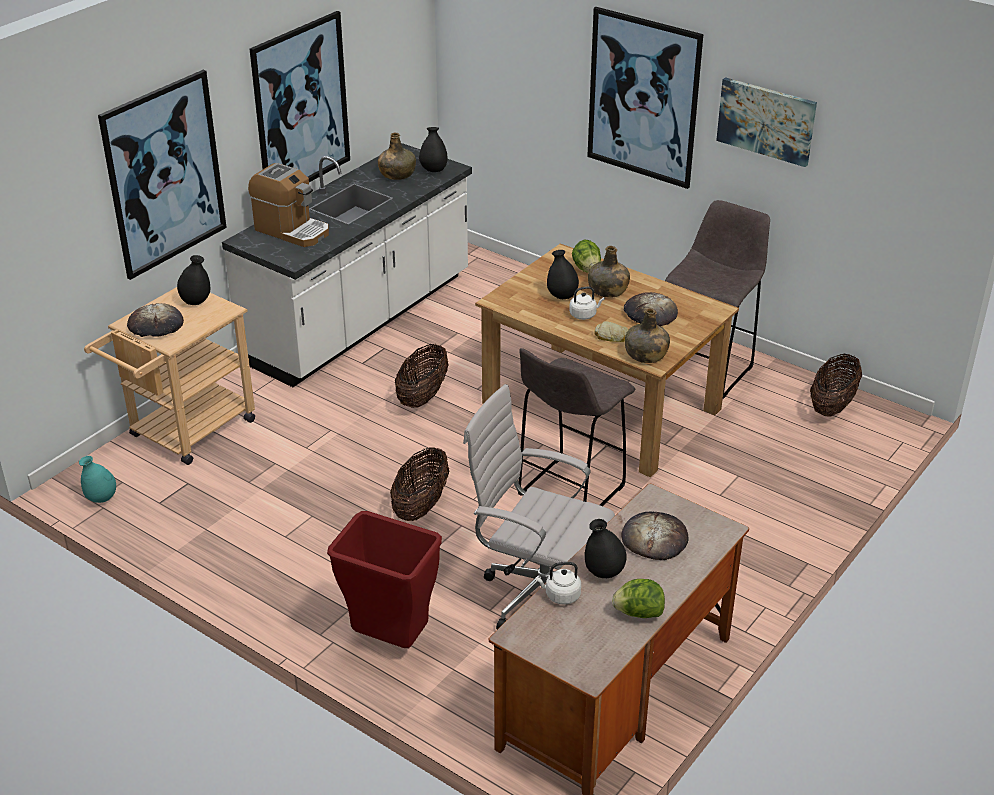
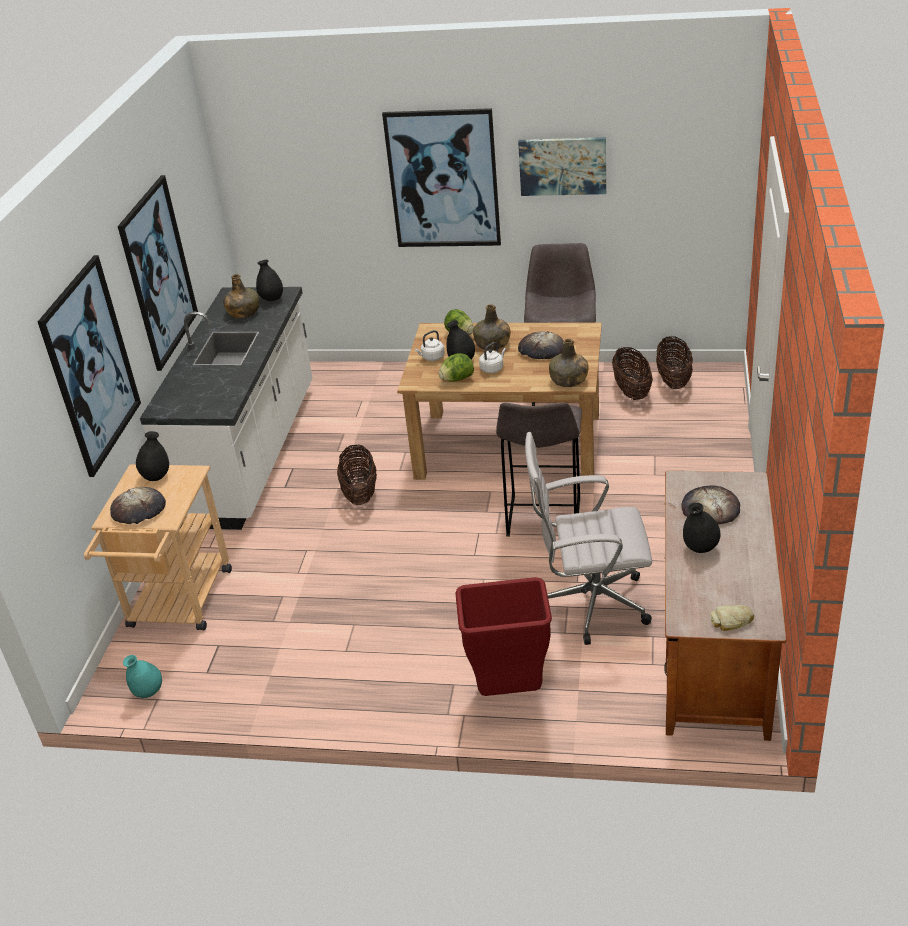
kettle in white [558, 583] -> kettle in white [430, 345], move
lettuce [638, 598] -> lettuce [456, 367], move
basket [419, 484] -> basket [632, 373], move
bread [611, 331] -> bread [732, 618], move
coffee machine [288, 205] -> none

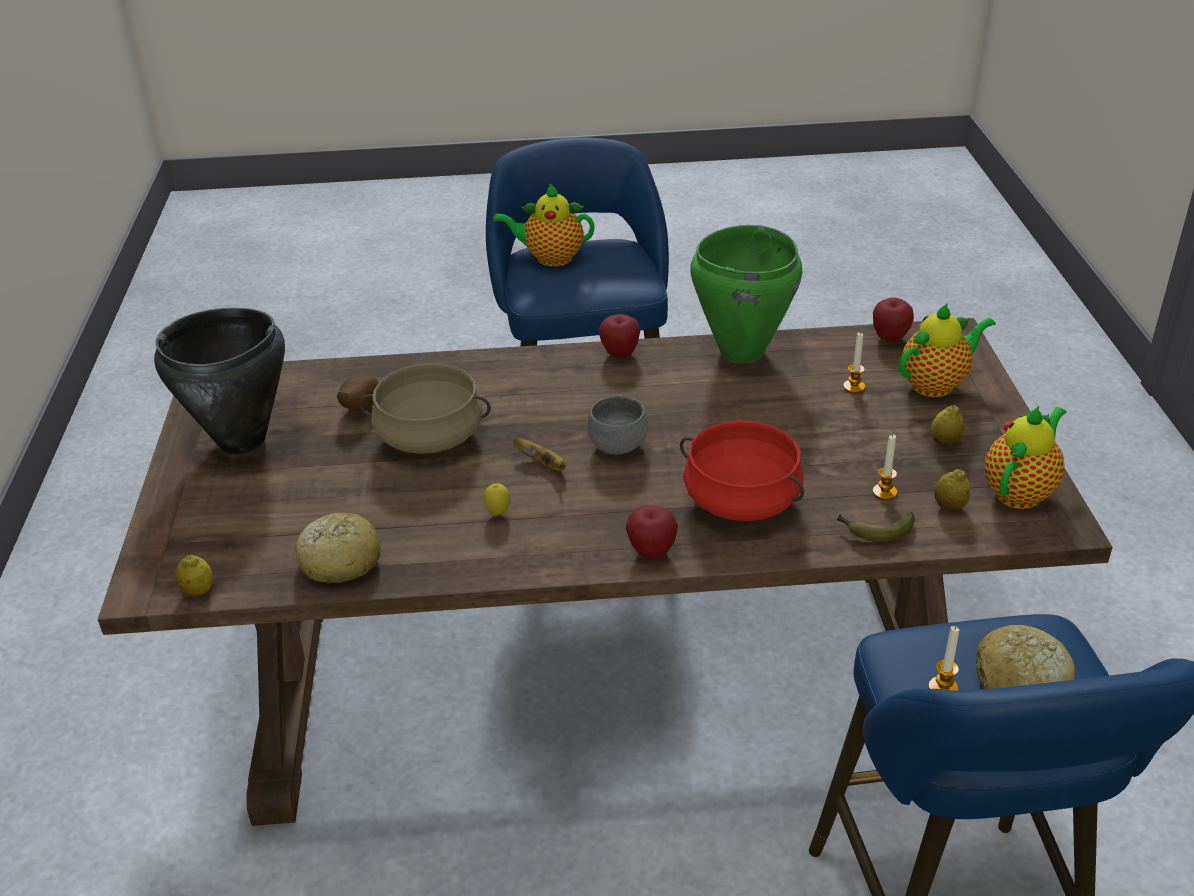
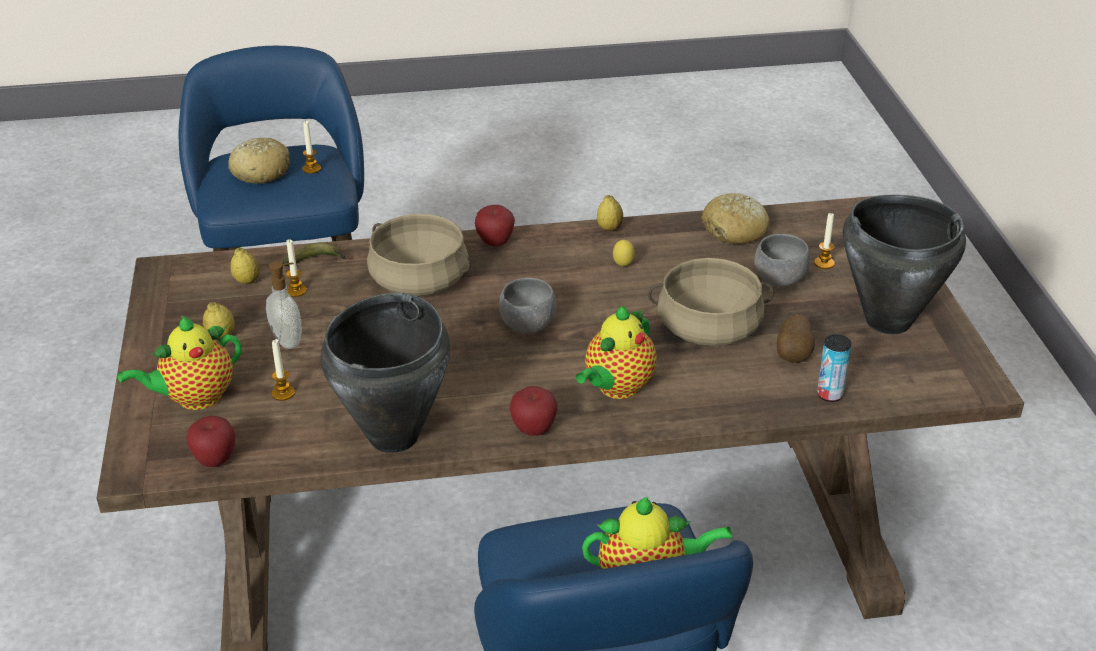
none -> soap dispenser [284, 305]
cooking pot in green [746, 294] -> cooking pot in black [385, 373]
cooking pot in red [742, 470] -> cooking pot in beige [419, 255]
teapot [1026, 457] -> teapot [616, 352], move
lemon [194, 576] -> lemon [610, 213], move
none -> bowl in grey [782, 260]
none -> candle [824, 241]
none -> can [834, 368]
banana [540, 454] -> none

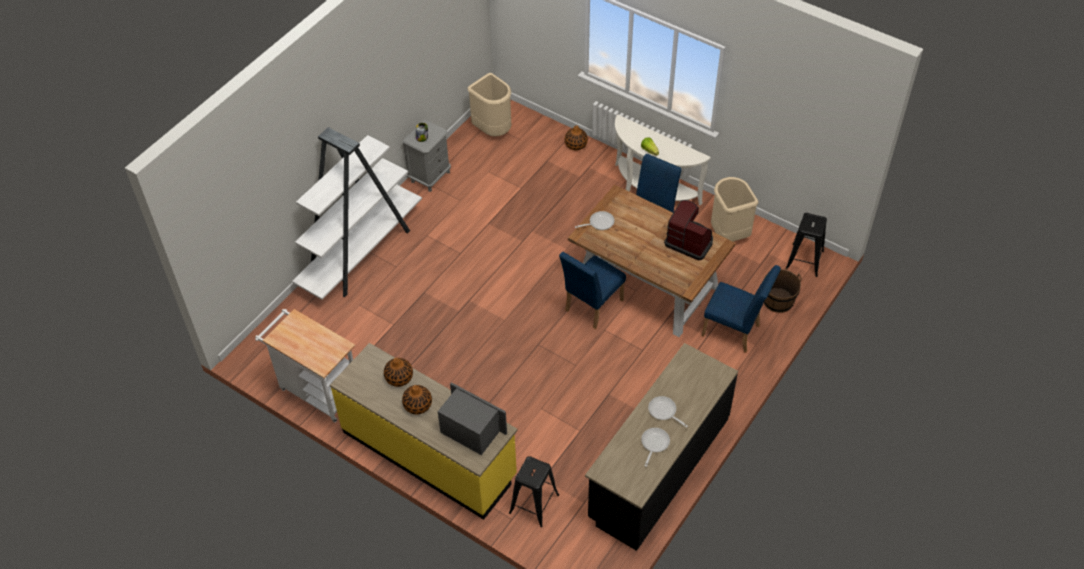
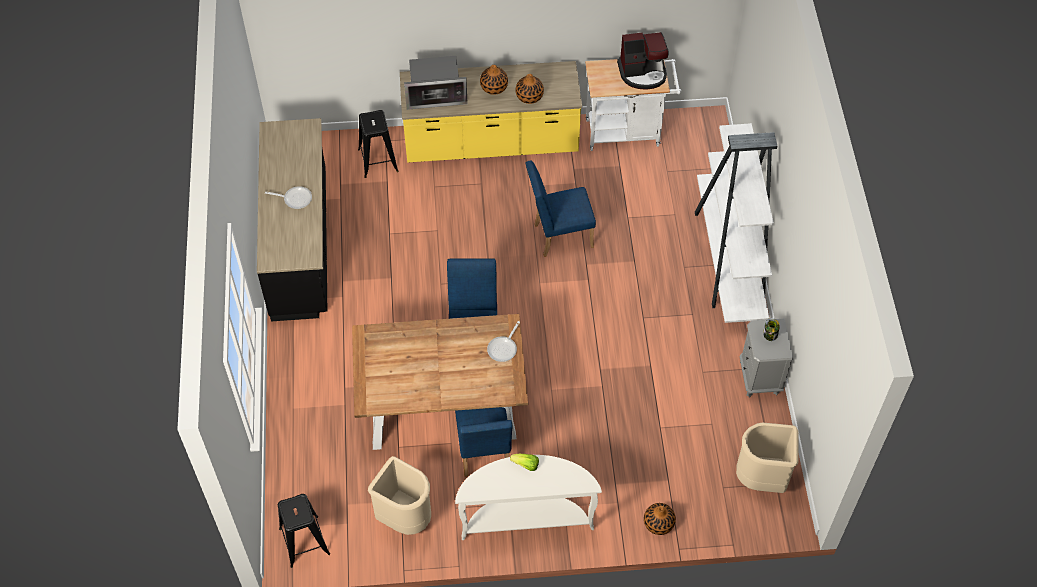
chair in blue [741, 309] -> chair in blue [560, 208], move
coffee machine [688, 230] -> coffee machine [643, 61], move
frying pan [655, 447] -> none
bucket in brown [782, 291] -> none

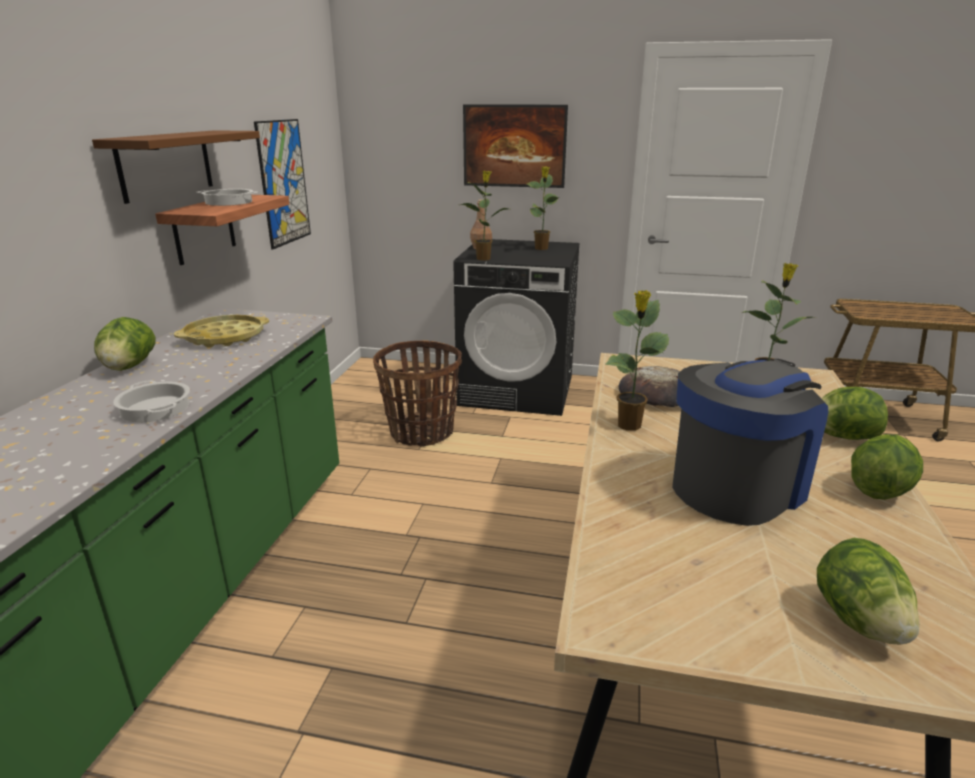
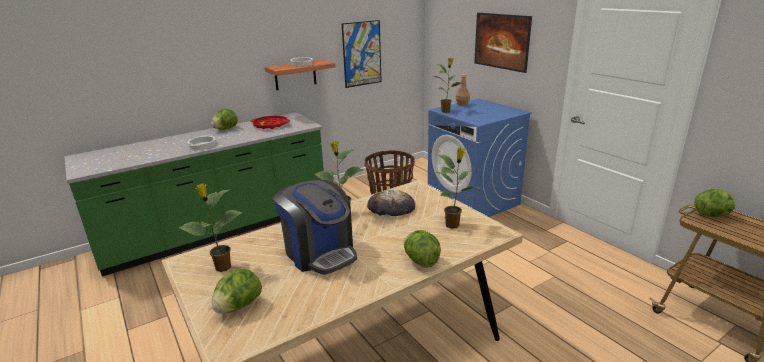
potted plant [543, 208] -> potted plant [210, 227], move
tray in yellow [221, 331] -> tray in red [270, 122]
coffee machine [750, 442] -> coffee machine [315, 227], 45 degrees clockwise
washing machine in black [516, 327] -> washing machine in blue [480, 157]
lettuce [887, 467] -> lettuce [715, 203], move
shelf in brown [176, 167] -> none

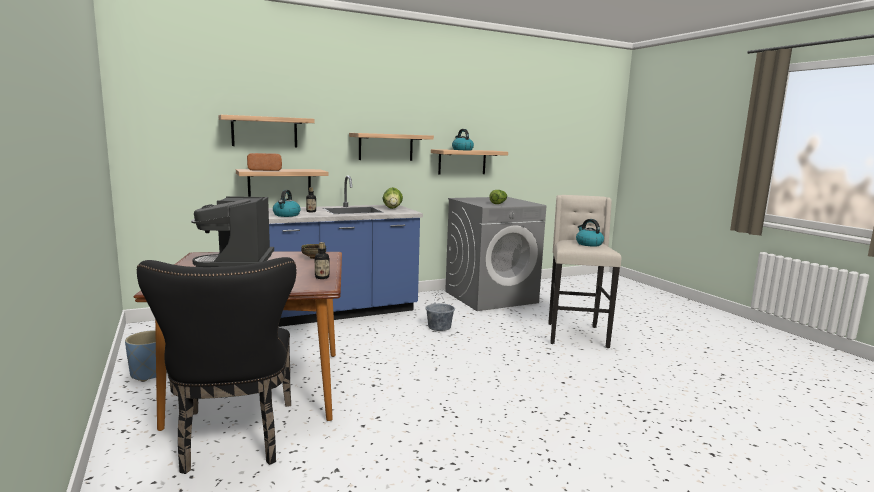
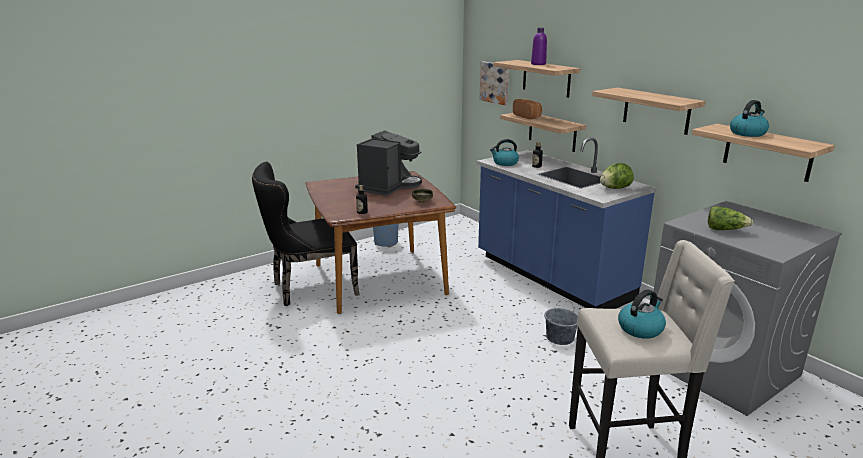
coffee machine [232, 231] -> coffee machine [388, 163], 135 degrees clockwise
none -> picture [494, 83]
none -> bottle in purple [539, 46]

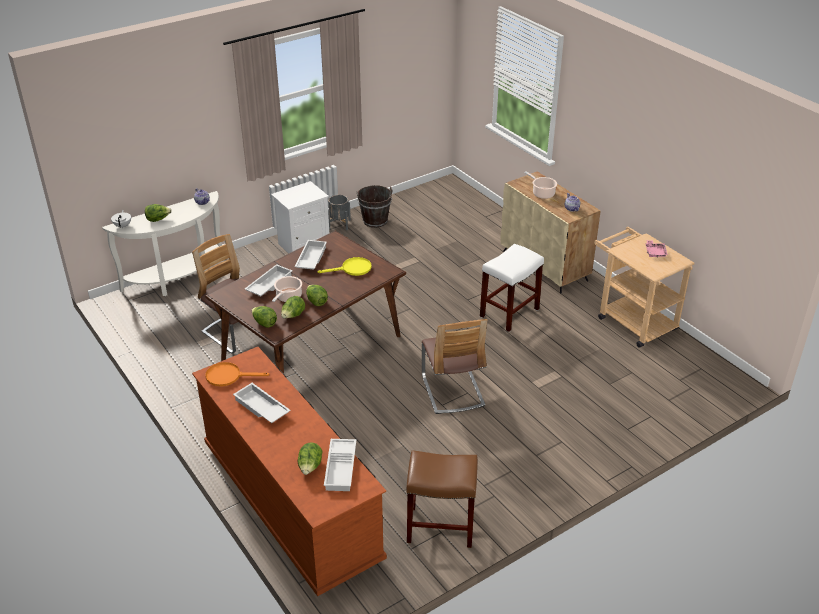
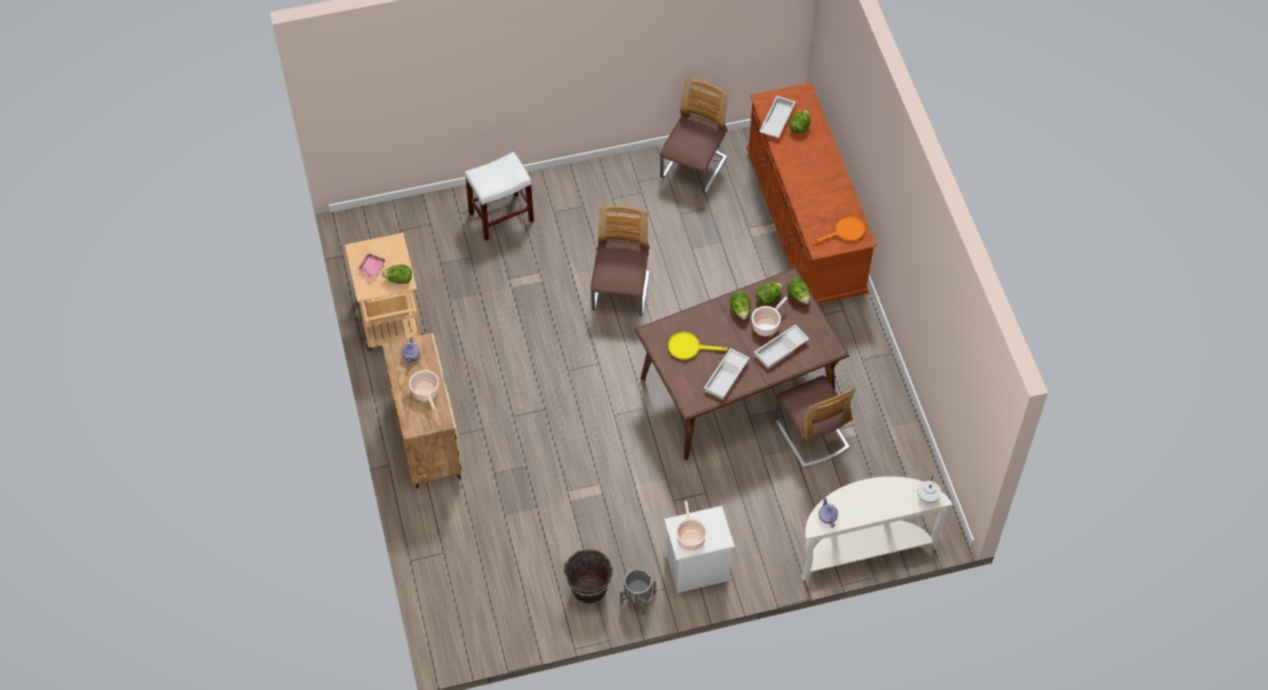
lettuce [158, 213] -> lettuce [397, 274], move
stool in white [512, 288] -> stool in white [499, 196], move
stool in brown [442, 499] -> chair [694, 136]
none -> cooking pot [691, 526]
frying pan in orange [238, 374] -> frying pan in orange [839, 229], 45 degrees counterclockwise
tray in white [262, 403] -> none

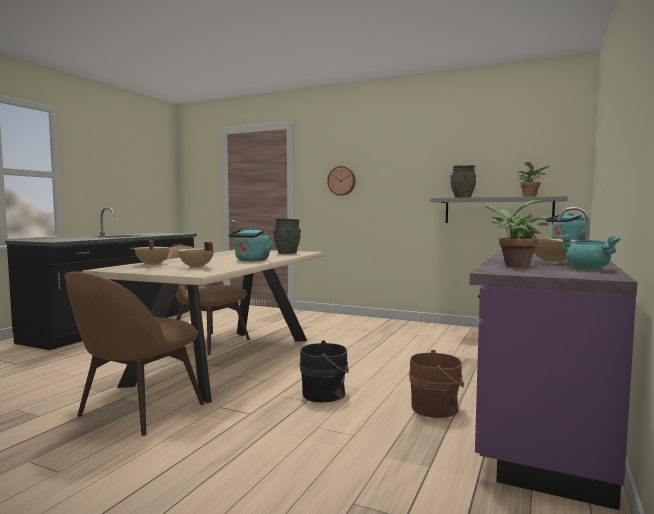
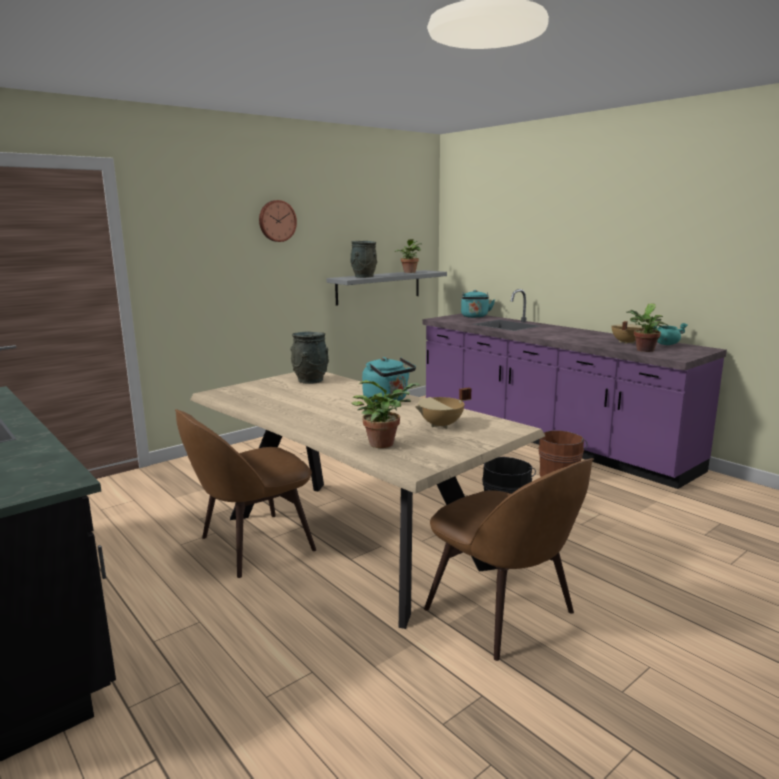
wall clock [341, 181] -> wall clock [278, 221], move
cooking pot in beige [152, 253] -> potted plant [386, 414]

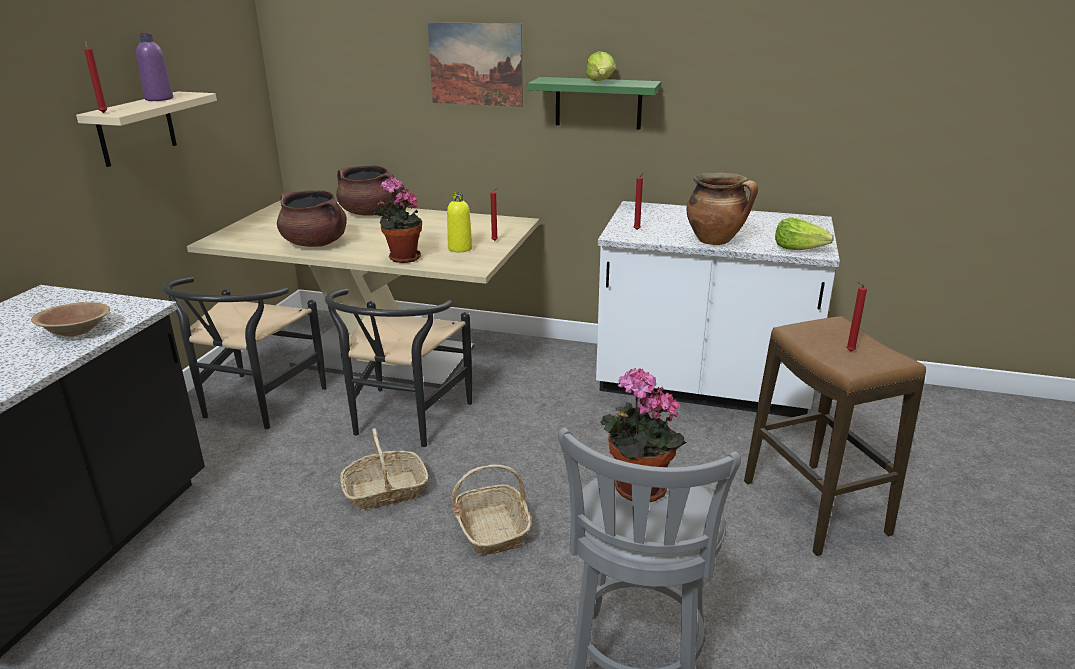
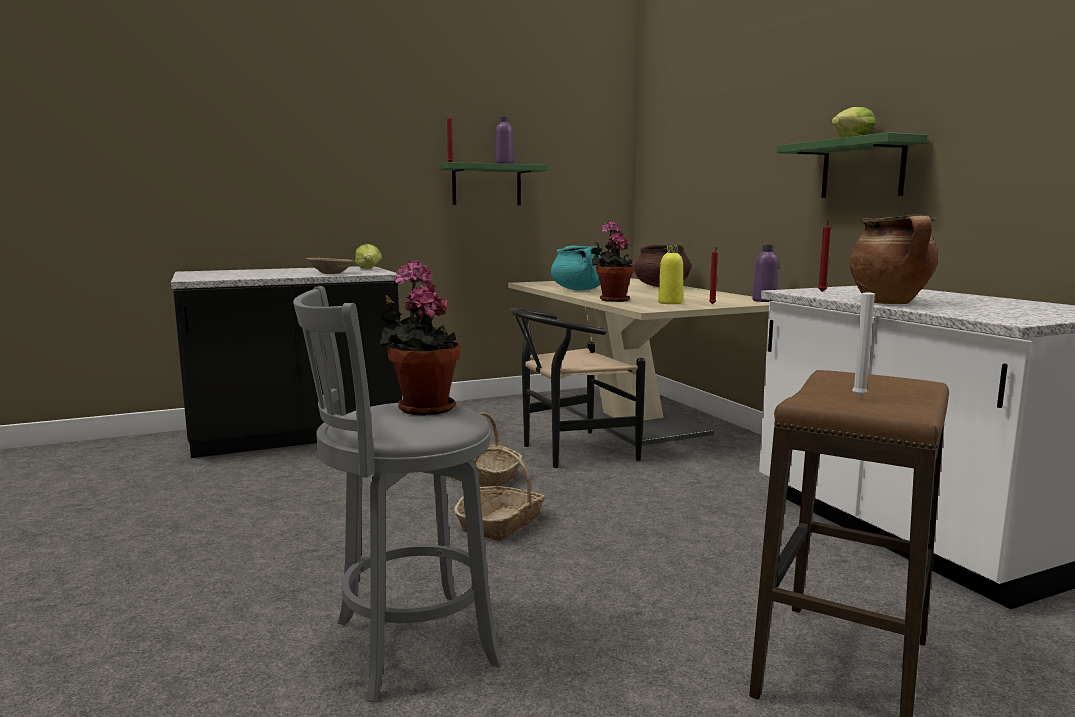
lettuce [804, 234] -> lettuce [368, 256], move
shelf in beige [146, 129] -> shelf in green [492, 183]
cooking pot in brown [312, 218] -> cooking pot in turquoise [576, 268]
none -> bottle in purple [765, 273]
candle in red [856, 317] -> candle in white [863, 339]
chair in black [244, 352] -> none
picture [475, 64] -> none

